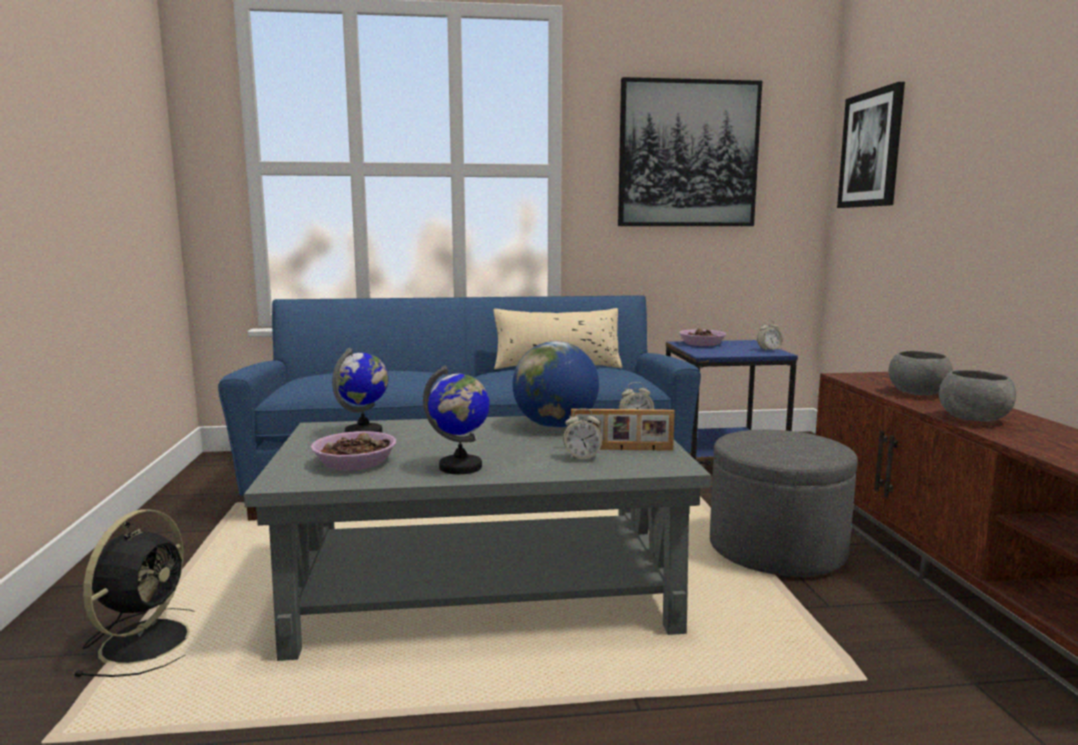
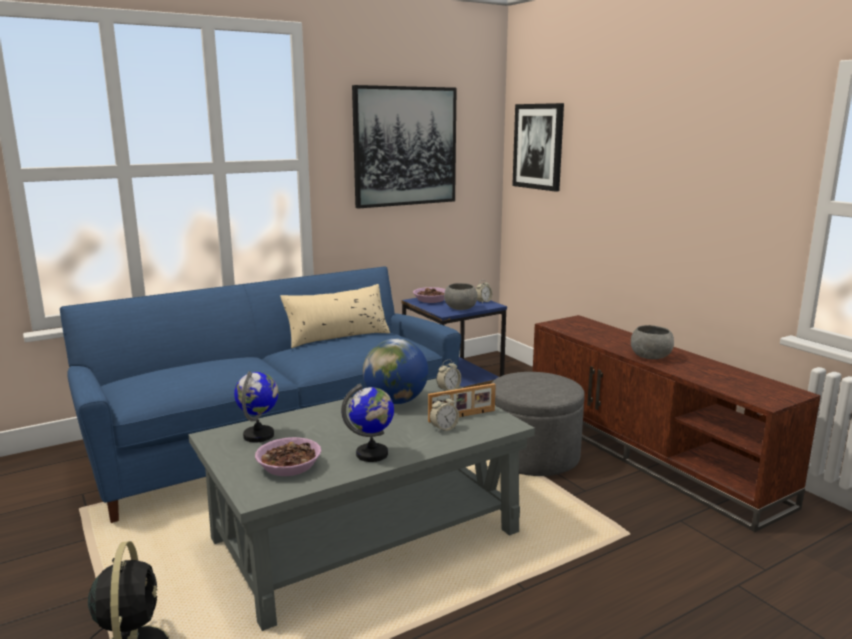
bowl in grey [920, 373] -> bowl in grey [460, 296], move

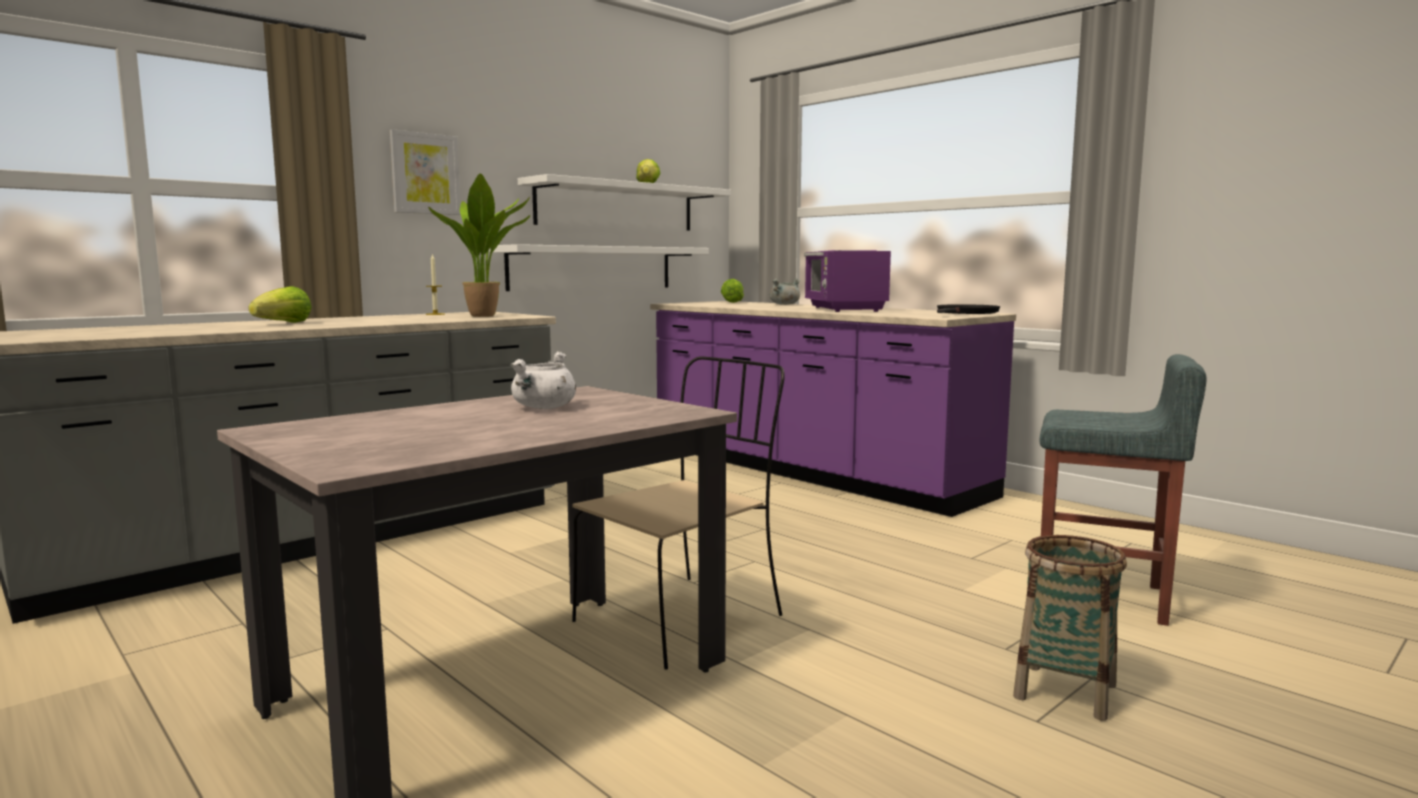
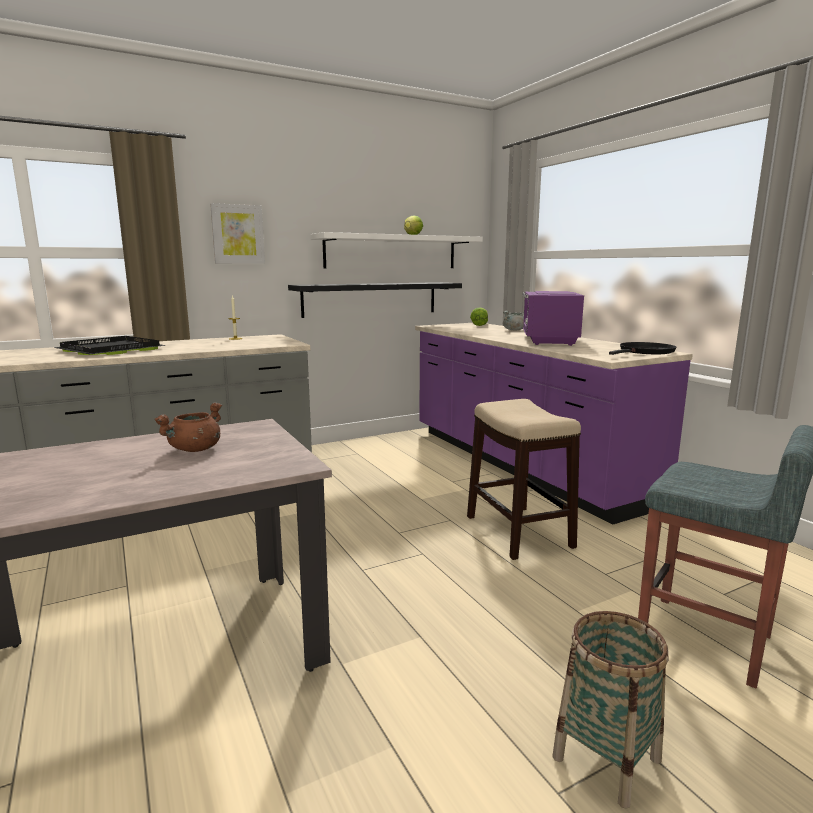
lettuce [279, 304] -> tray in black [109, 345]
cooking pot in white [543, 380] -> cooking pot in brown [188, 427]
shelf in white [599, 267] -> shelf in black [375, 300]
none -> stool [524, 479]
potted plant [479, 245] -> none
chair in beige [678, 513] -> none

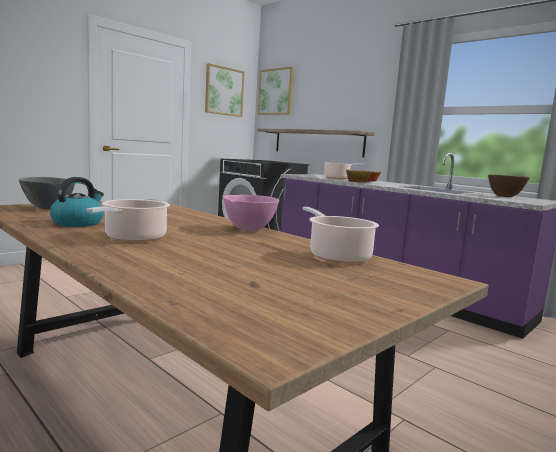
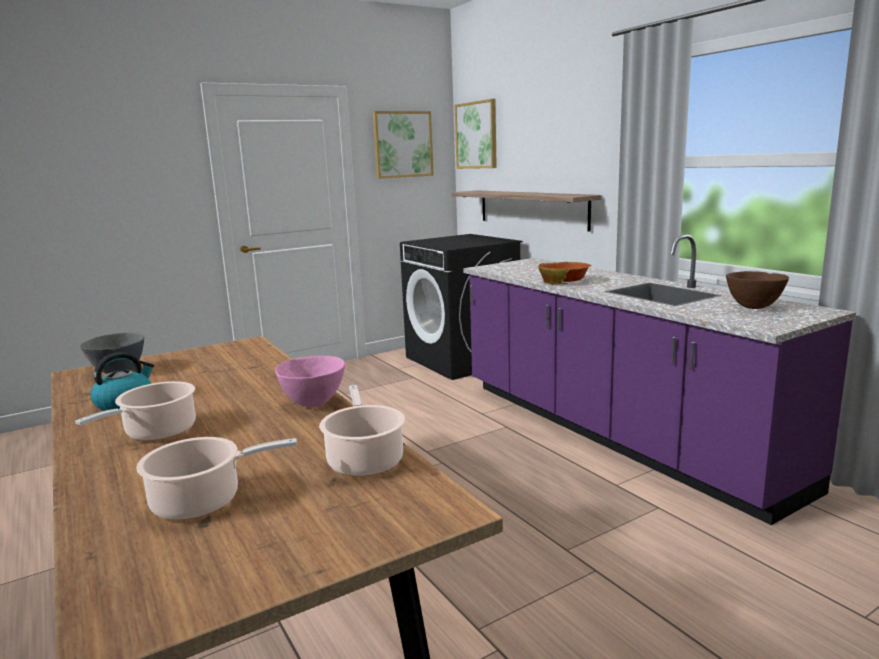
cooking pot [344, 170] -> cooking pot [216, 478], move

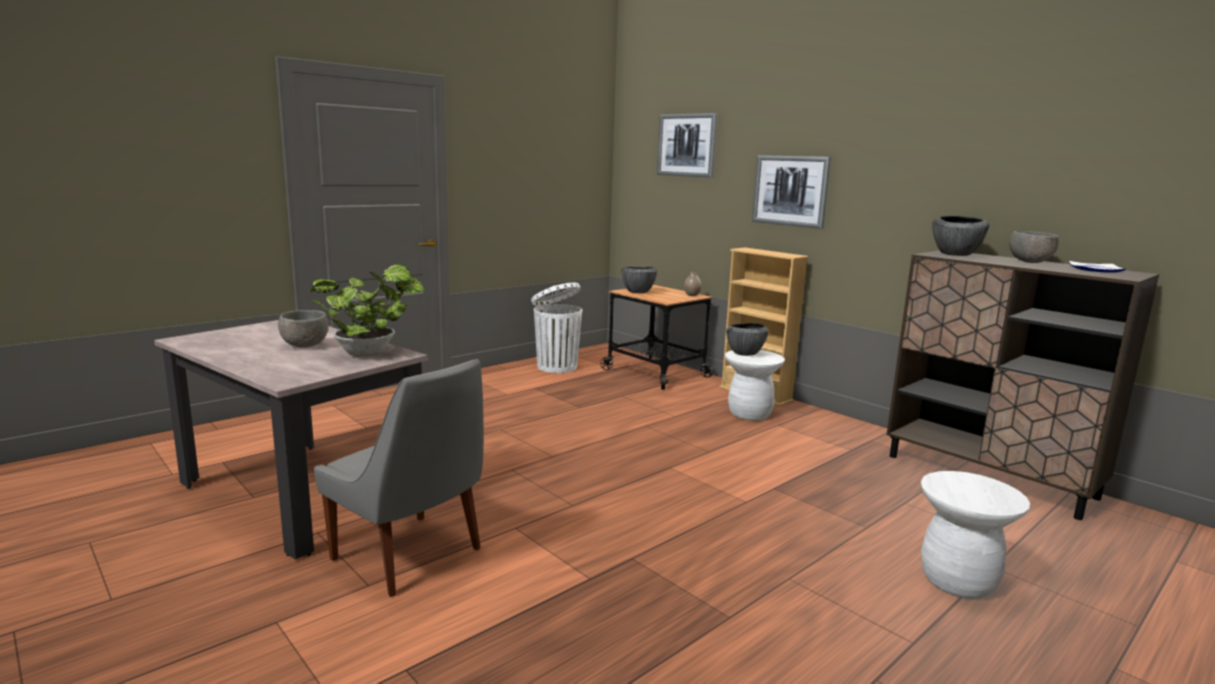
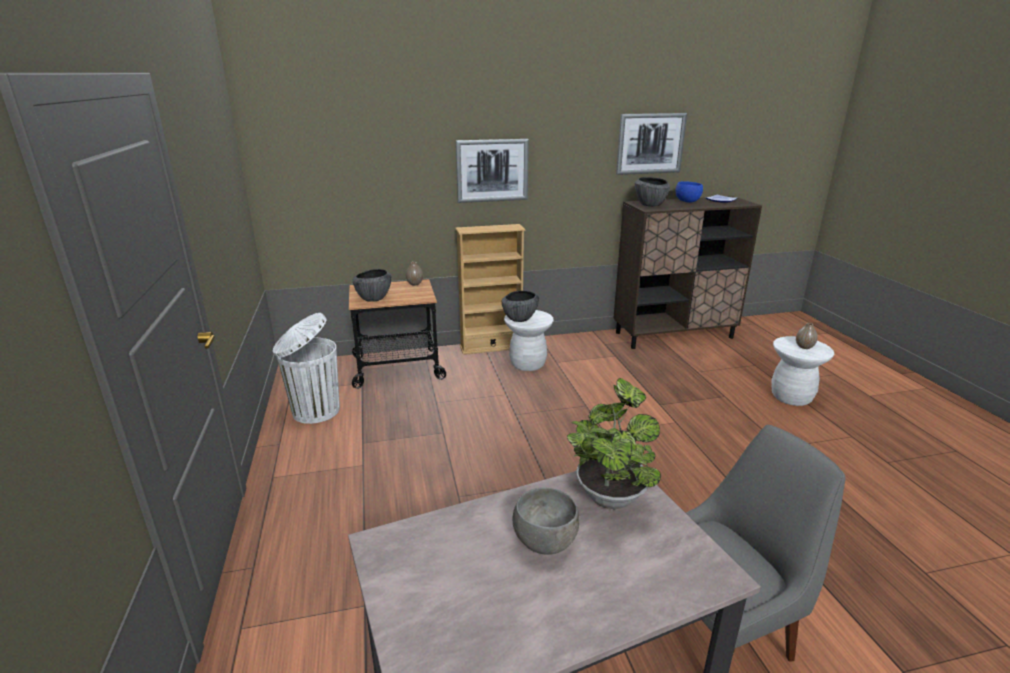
picture [687, 145] -> picture [651, 144], move
bowl in grey [1034, 247] -> bowl in blue [689, 192]
none -> vase [807, 336]

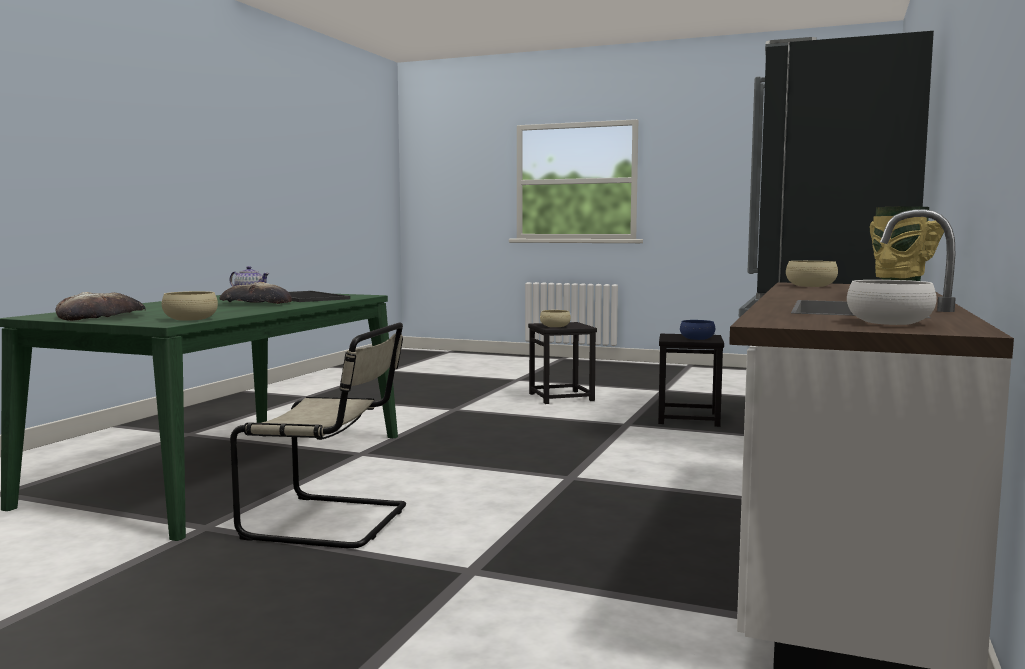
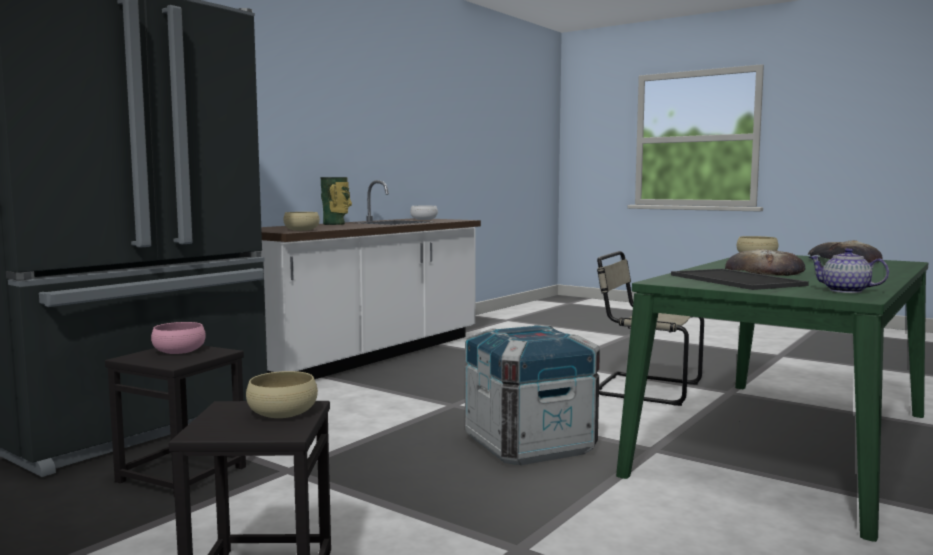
bowl in blue [697, 330] -> bowl in pink [178, 338]
none -> crate [532, 395]

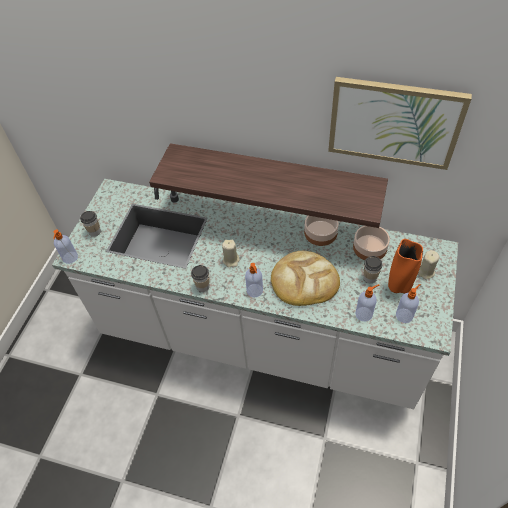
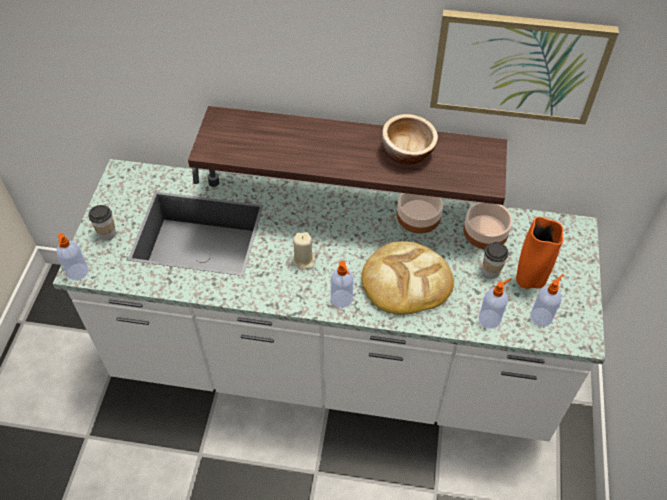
none -> bowl [410, 139]
cup [200, 278] -> none
candle in beige [429, 264] -> none

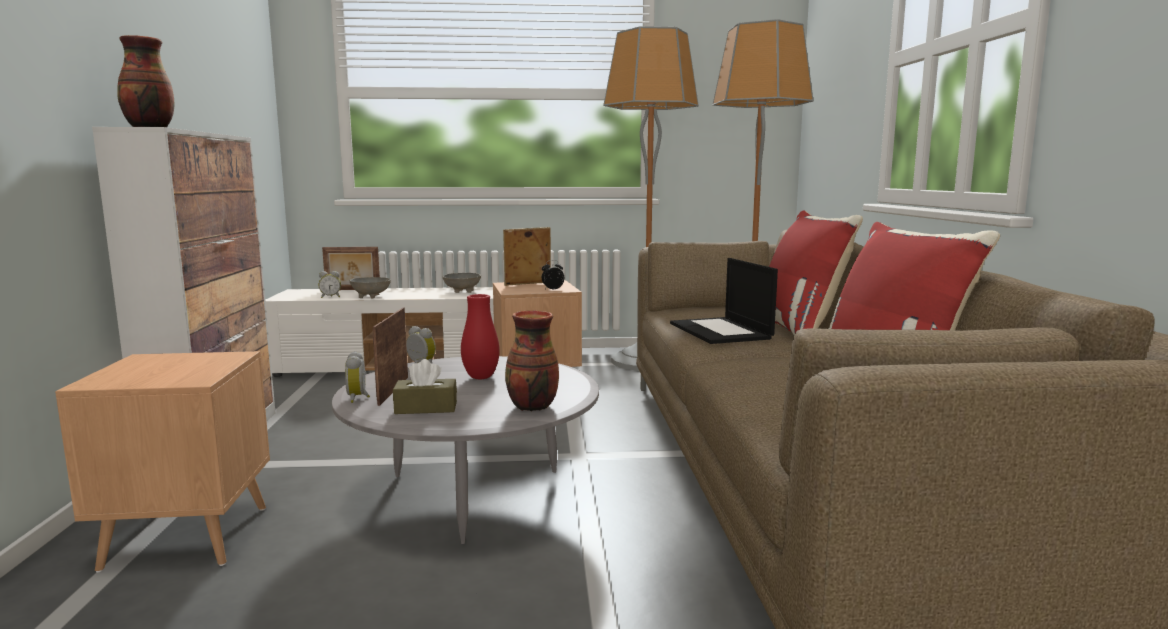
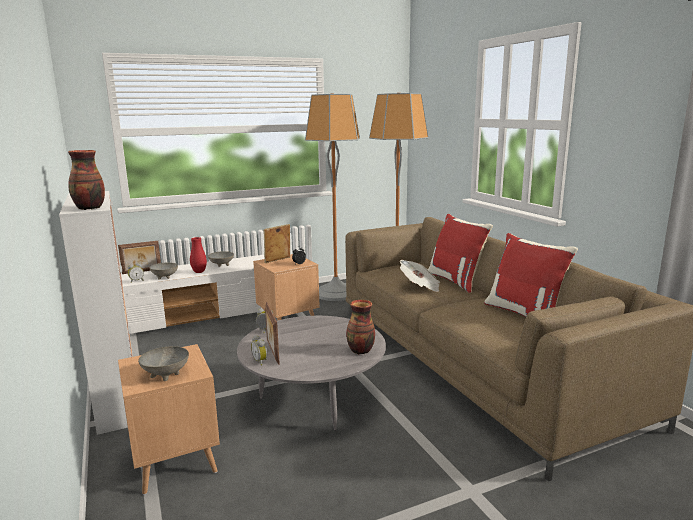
none -> bowl in grey [163, 363]
vase in red [480, 336] -> vase in red [198, 255], move
laptop [724, 301] -> newspaper [420, 276]
tissue box in brown [425, 386] -> none

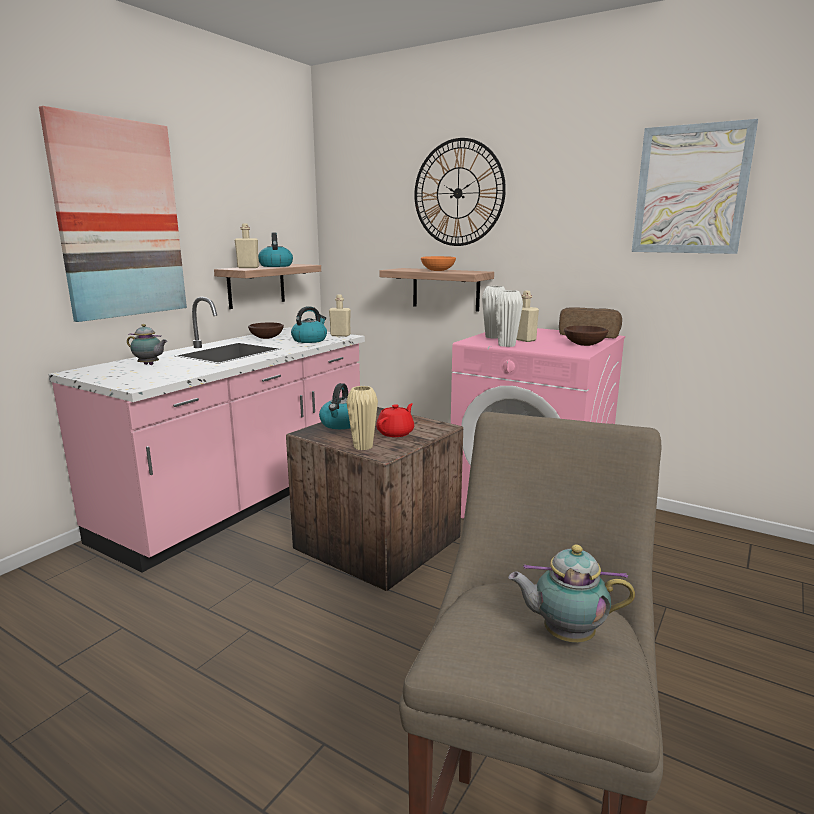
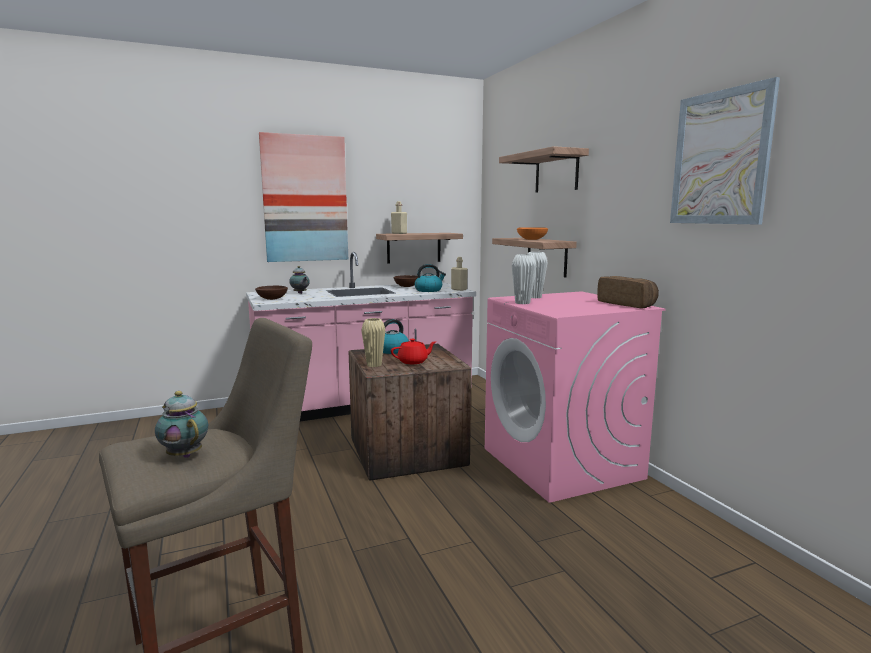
bowl in brown [586, 336] -> bowl in brown [271, 293], move
wall clock [460, 192] -> shelf [544, 169]
kettle [275, 249] -> none
bottle in beige [527, 316] -> none

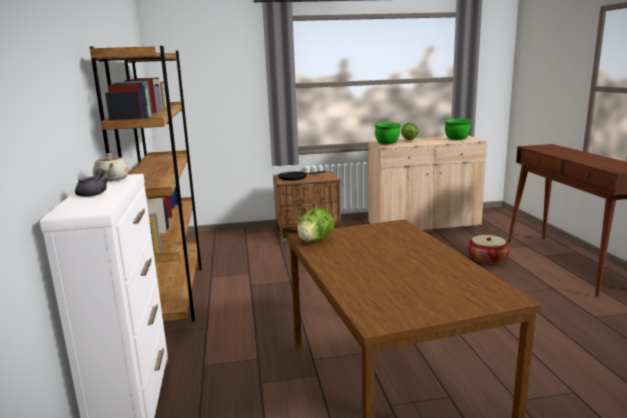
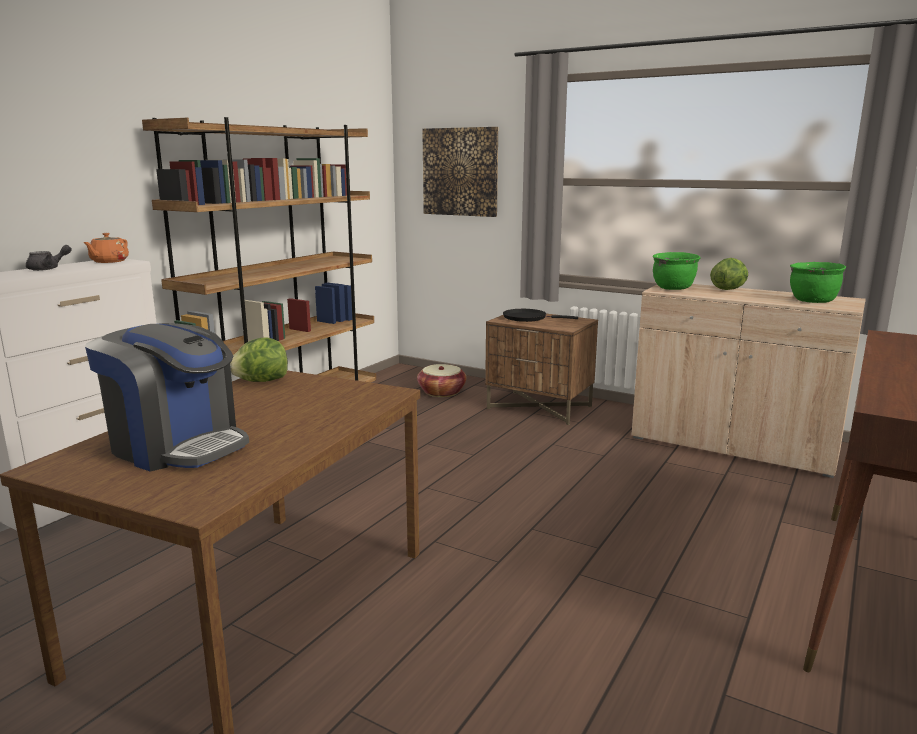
teapot in beige [111, 167] -> teapot in orange [106, 248]
none -> coffee machine [167, 397]
basket [489, 249] -> basket [441, 380], move
none -> picture [460, 172]

